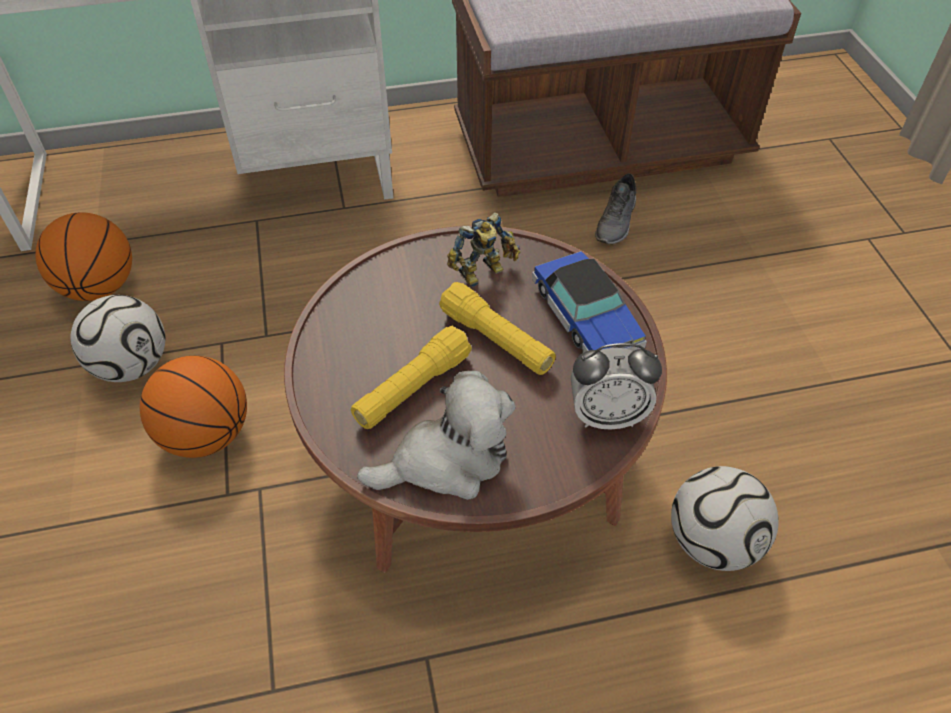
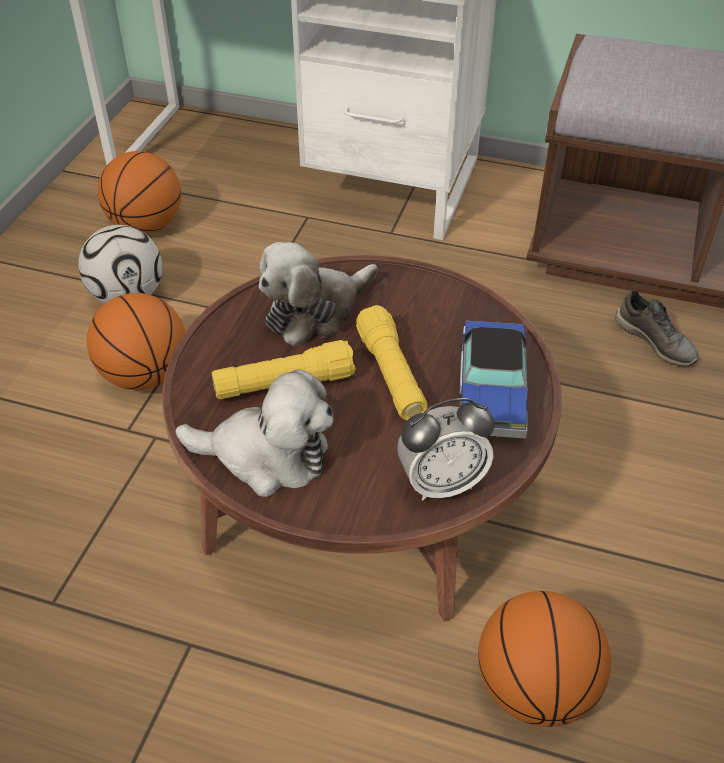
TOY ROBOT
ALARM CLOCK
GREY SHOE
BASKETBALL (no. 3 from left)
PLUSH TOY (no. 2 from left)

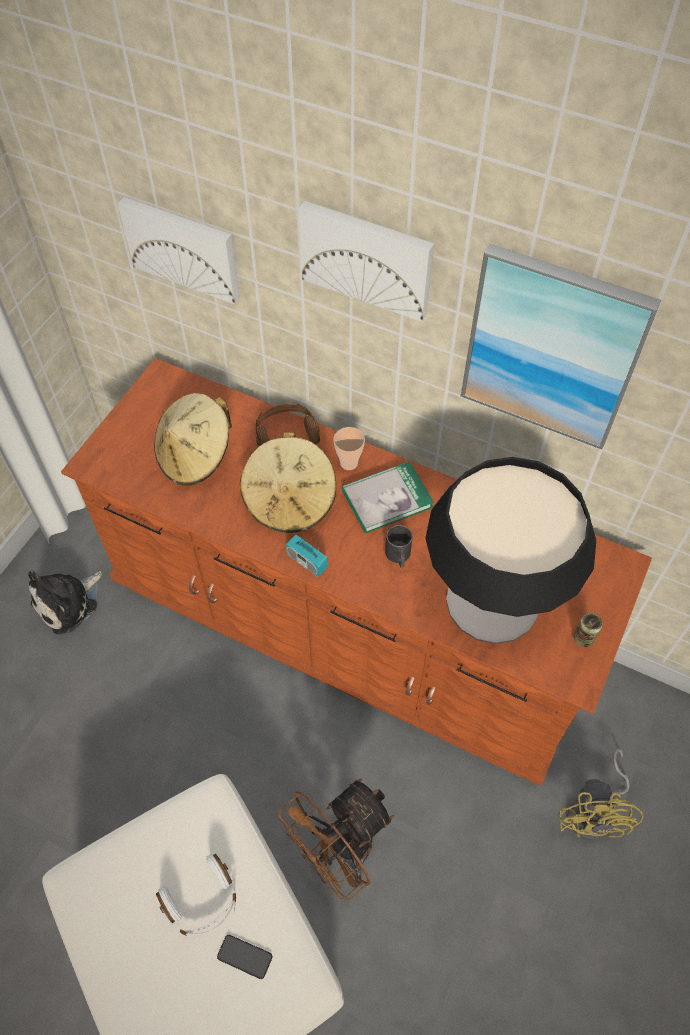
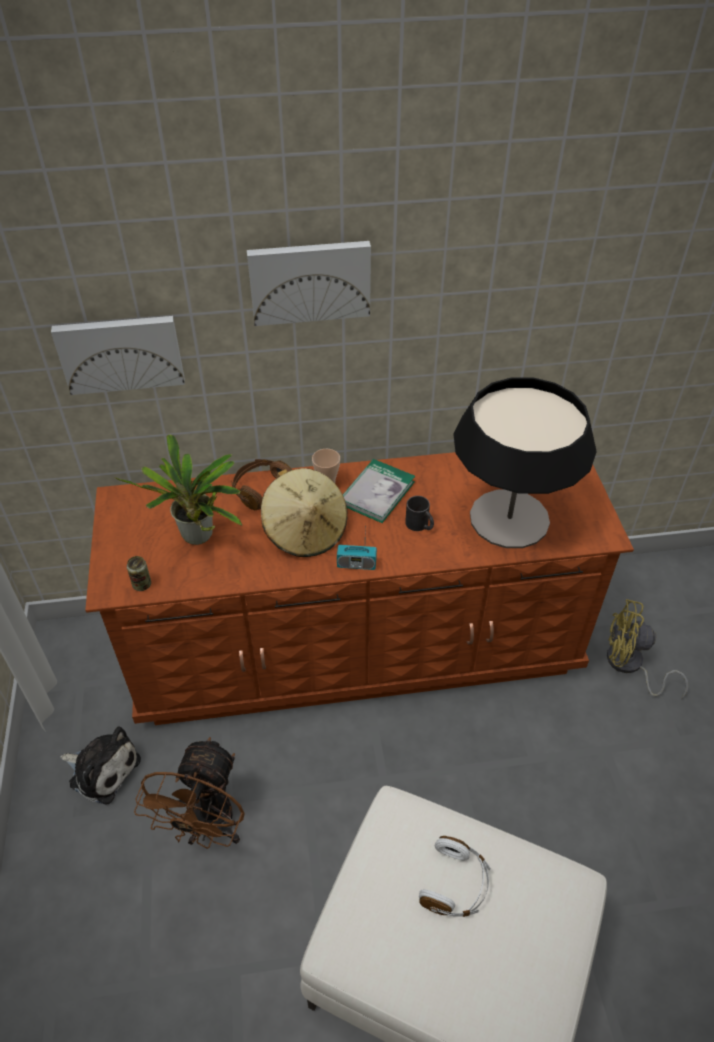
PLUSH TOY
POTTED PLANT
PHONE
BROWN FAN
PICTURE (no. 3 from left in the first image)
YELLOW FAN
CAN

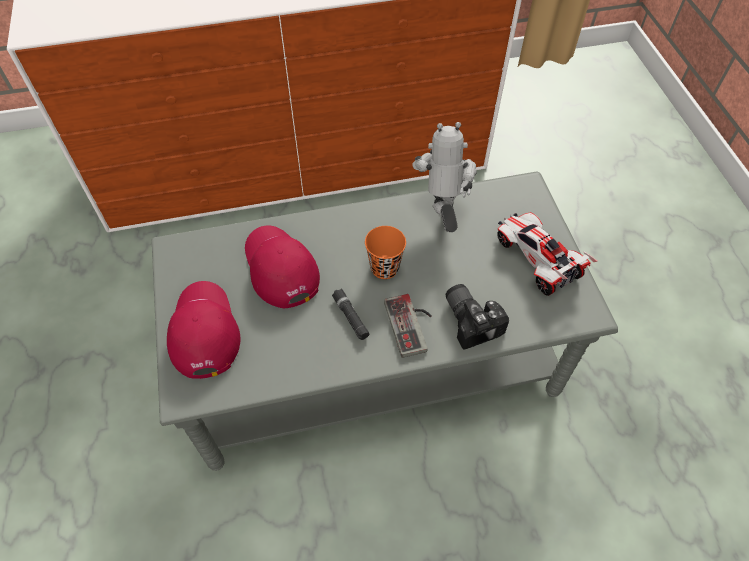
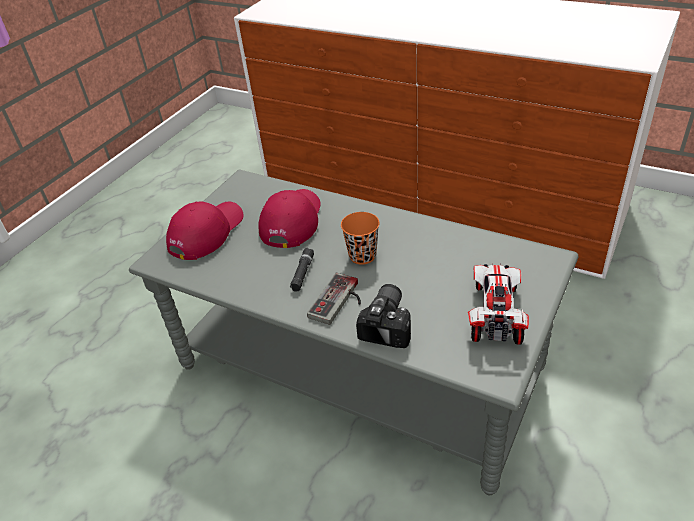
TOY ROBOT

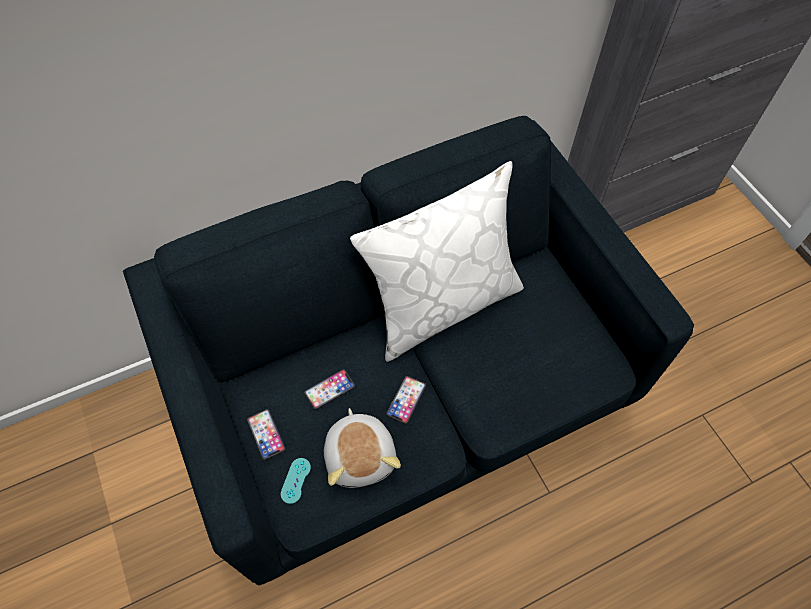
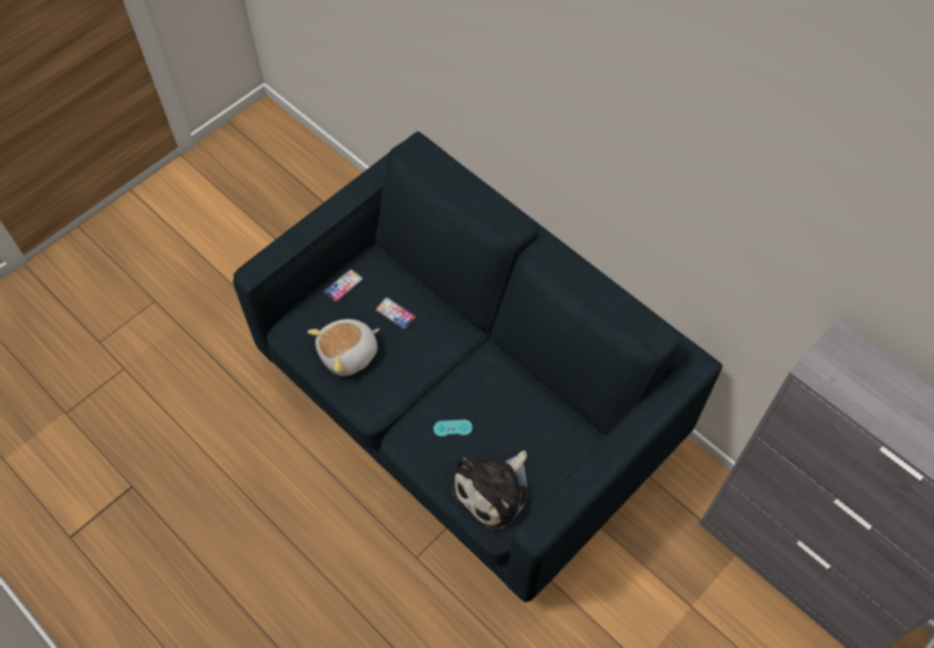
TURQUOISE GAME CONTROLLER
WHITE PILLOW
PHONE (no. 3 from left in the first image)
PLUSH TOY (no. 2 from left)

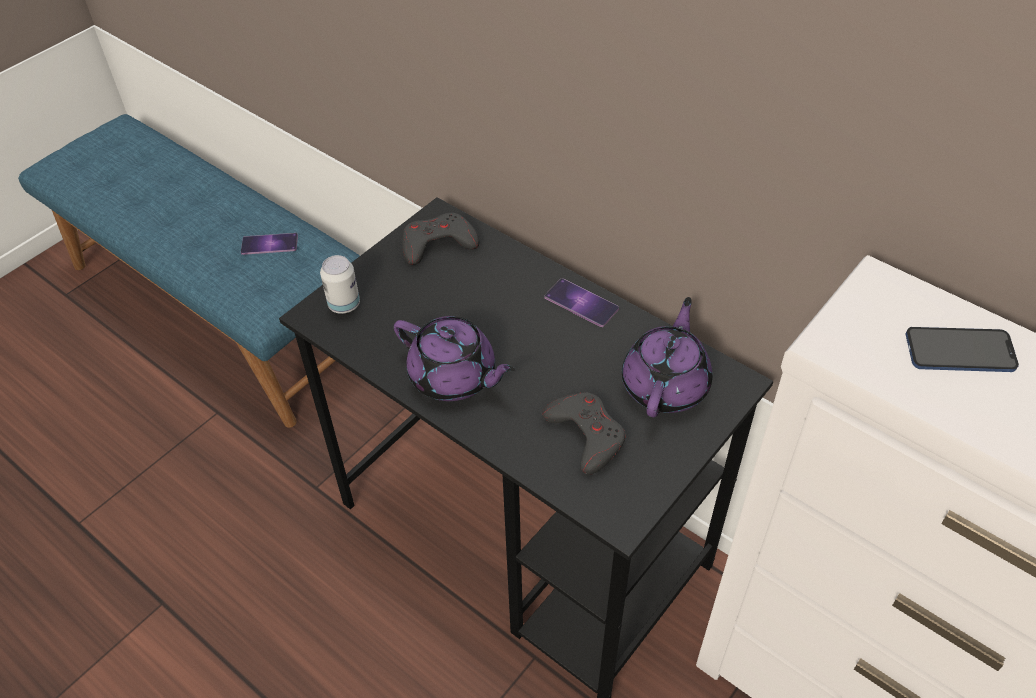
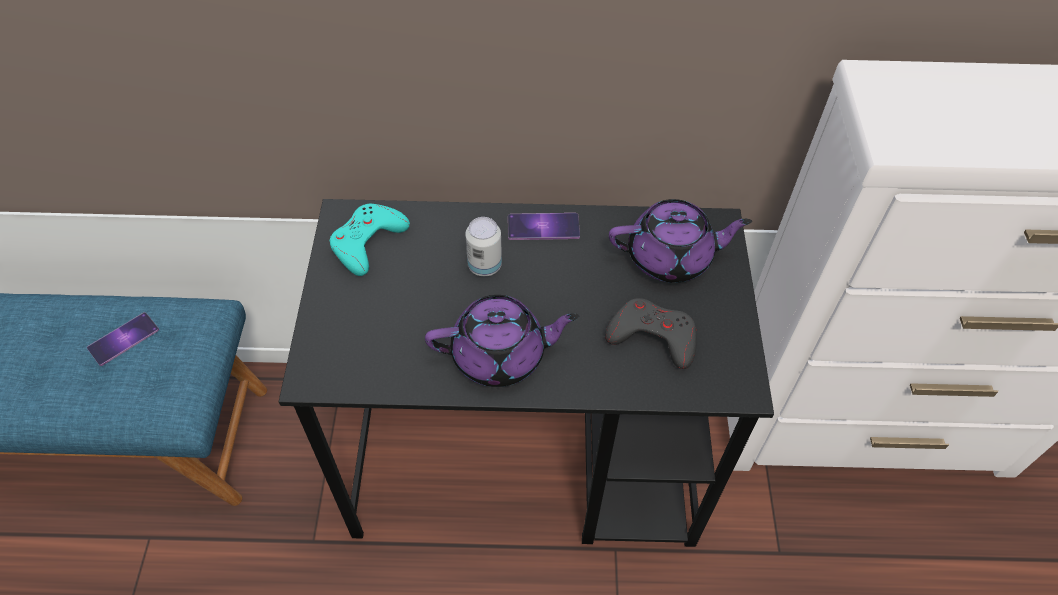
CAN
TURQUOISE GAME CONTROLLER
PURPLE TEAPOT (no. 2 from left)
PHONE (no. 3 from left in the first image)

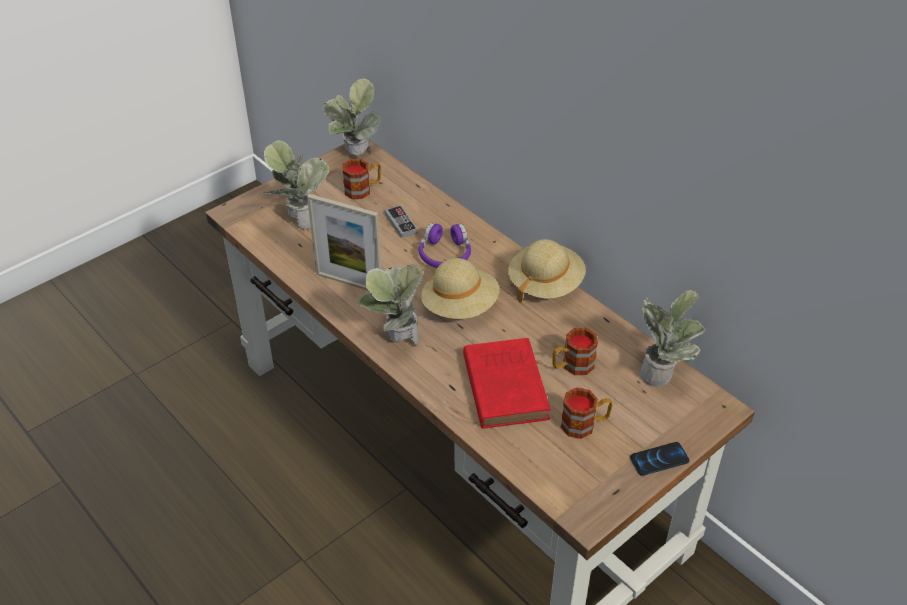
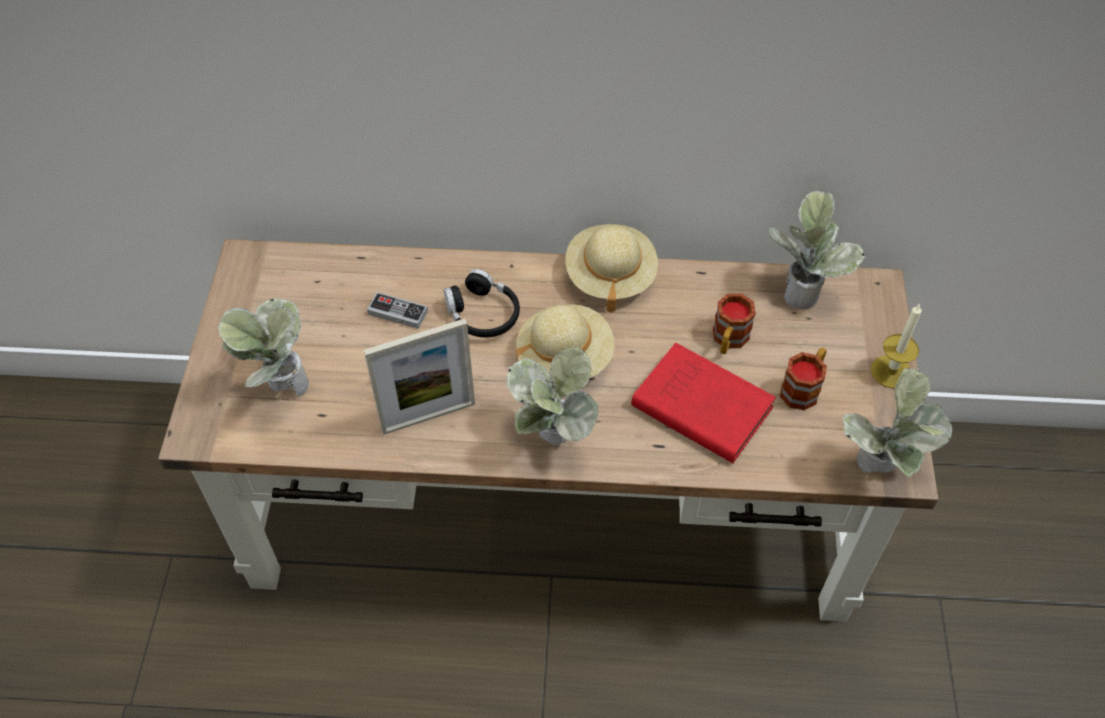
POTTED PLANT (no. 4 from left)
MUG (no. 1 from left in the first image)
BLACK HEADPHONES
CANDLE

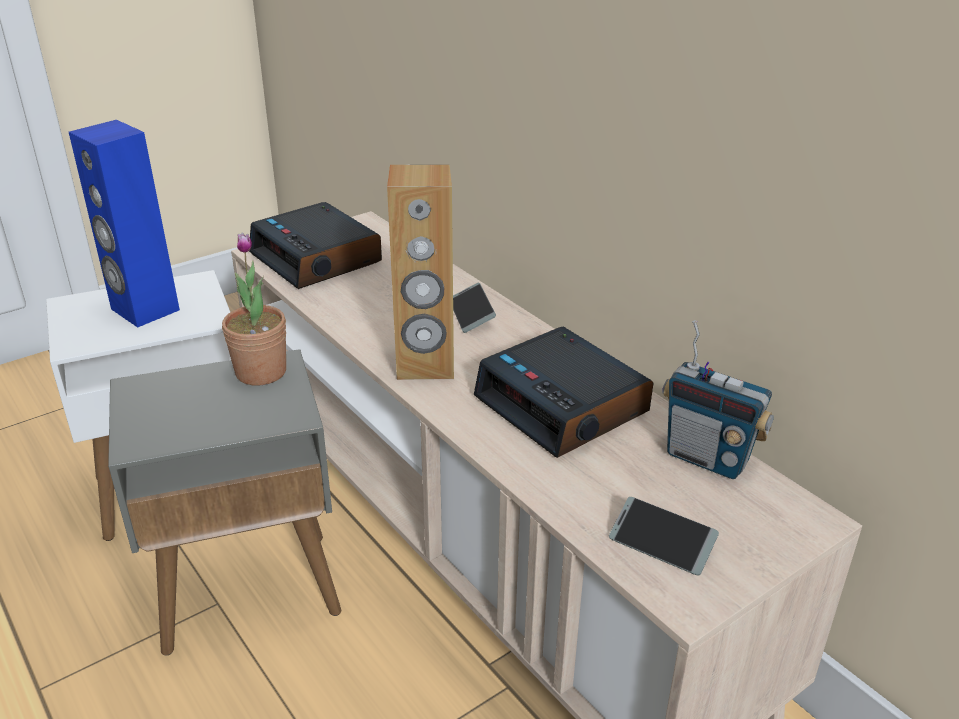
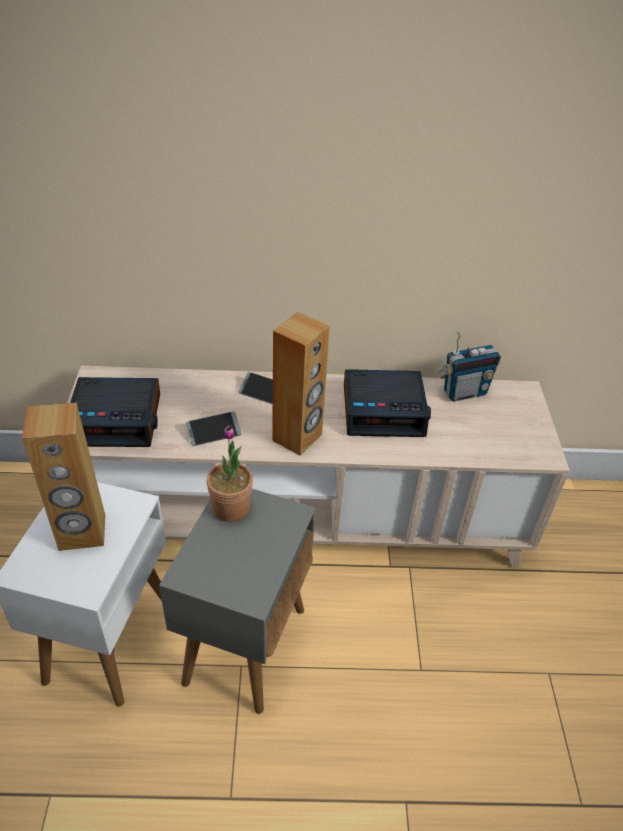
BROWN SPEAKER (no. 1 from left)
PHONE (no. 1 from left)

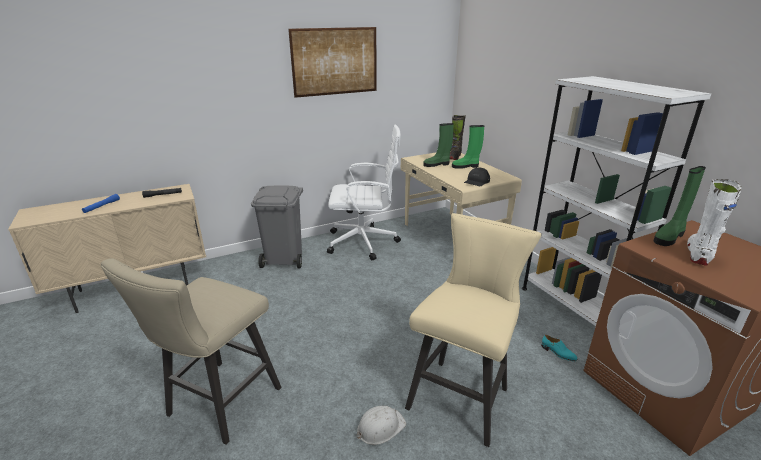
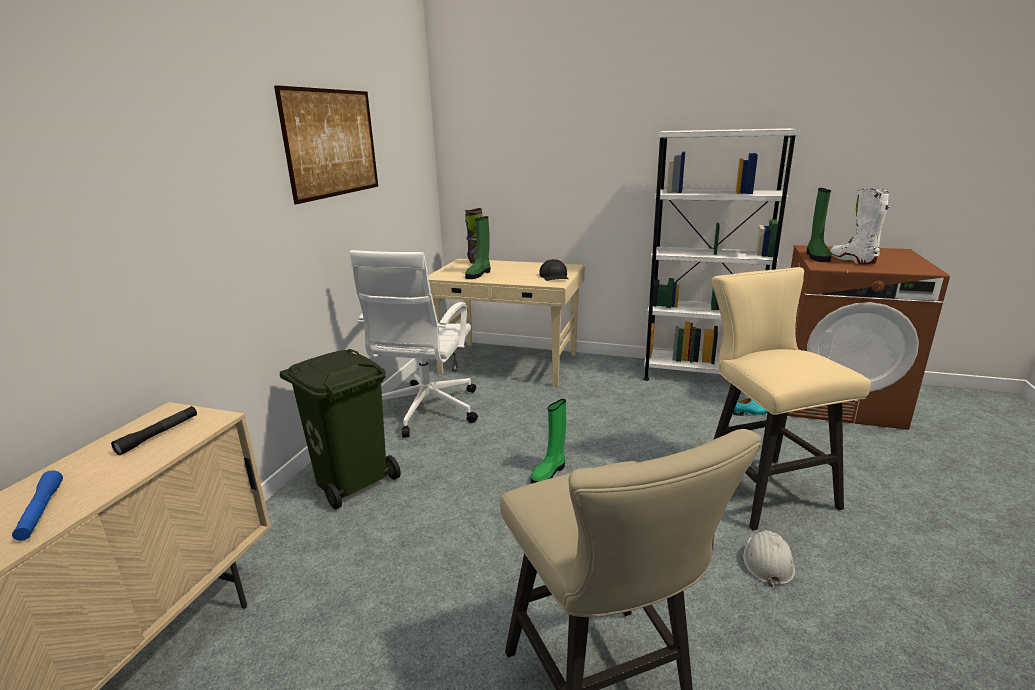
GREEN TRASH CAN
WHITE OFFICE CHAIR
GREEN BOOT (no. 2 from left)

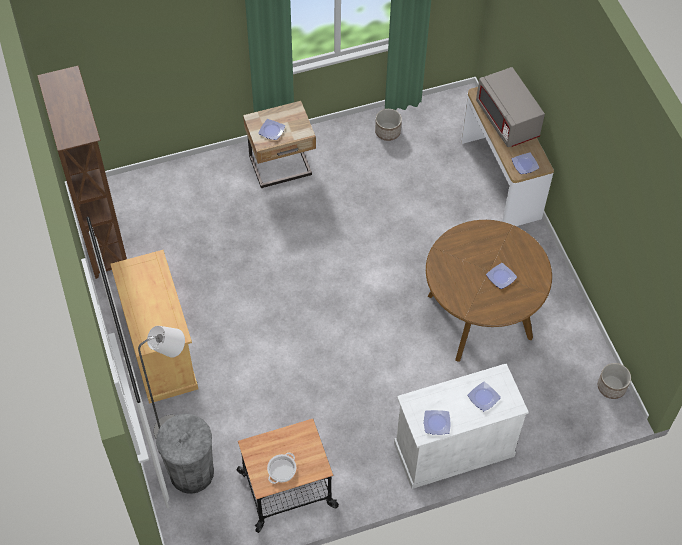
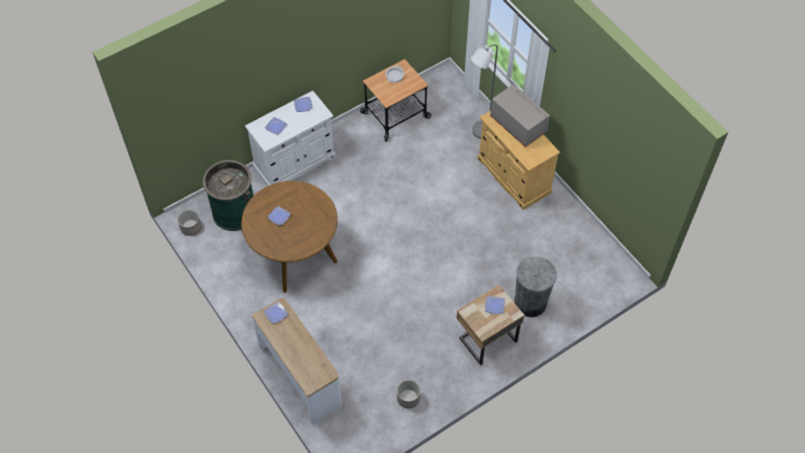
BROWN BOOKCASE
GREY TRASH CAN
GREY MICROWAVE
GREEN TRASH CAN

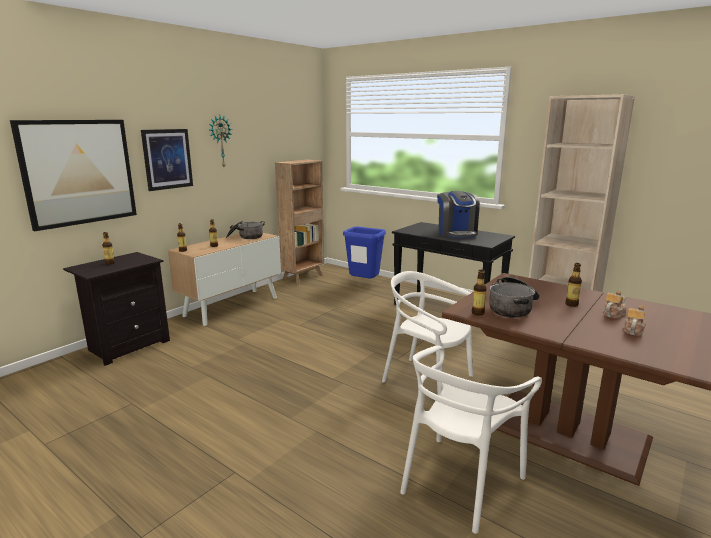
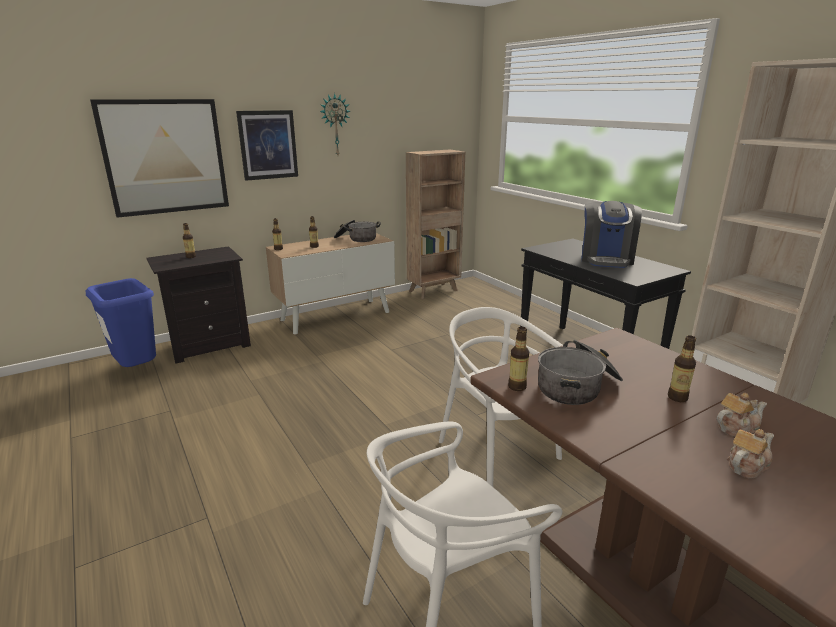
BLUE TRASH CAN

